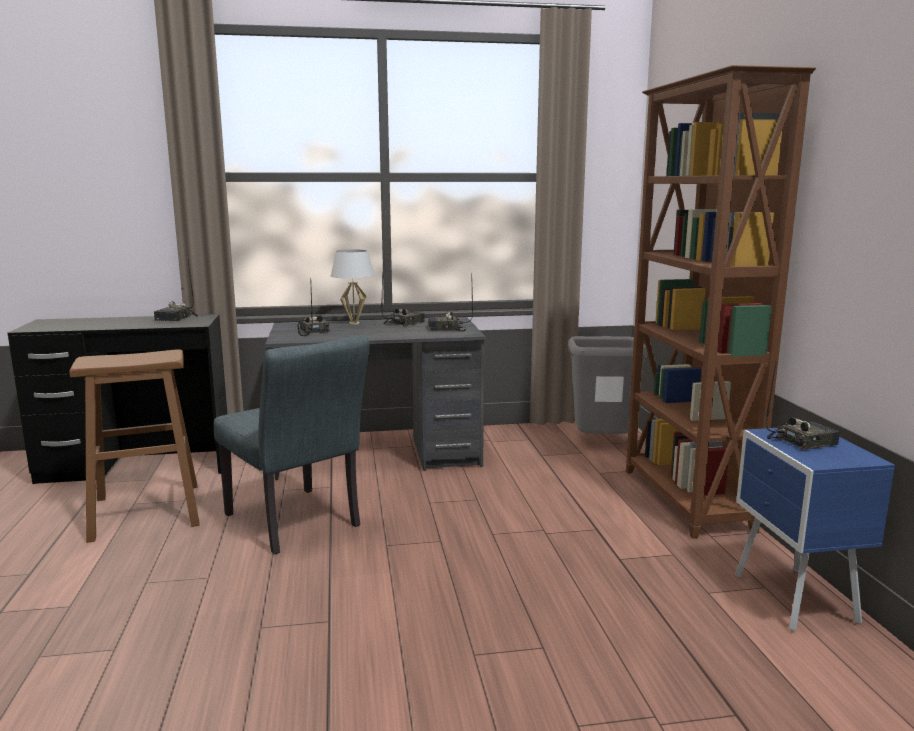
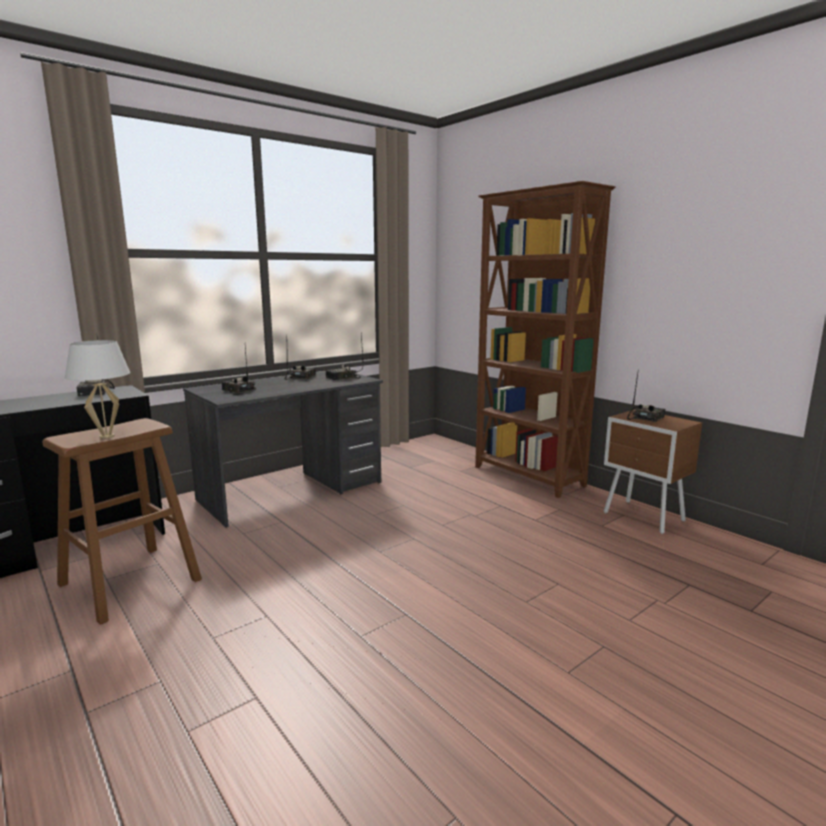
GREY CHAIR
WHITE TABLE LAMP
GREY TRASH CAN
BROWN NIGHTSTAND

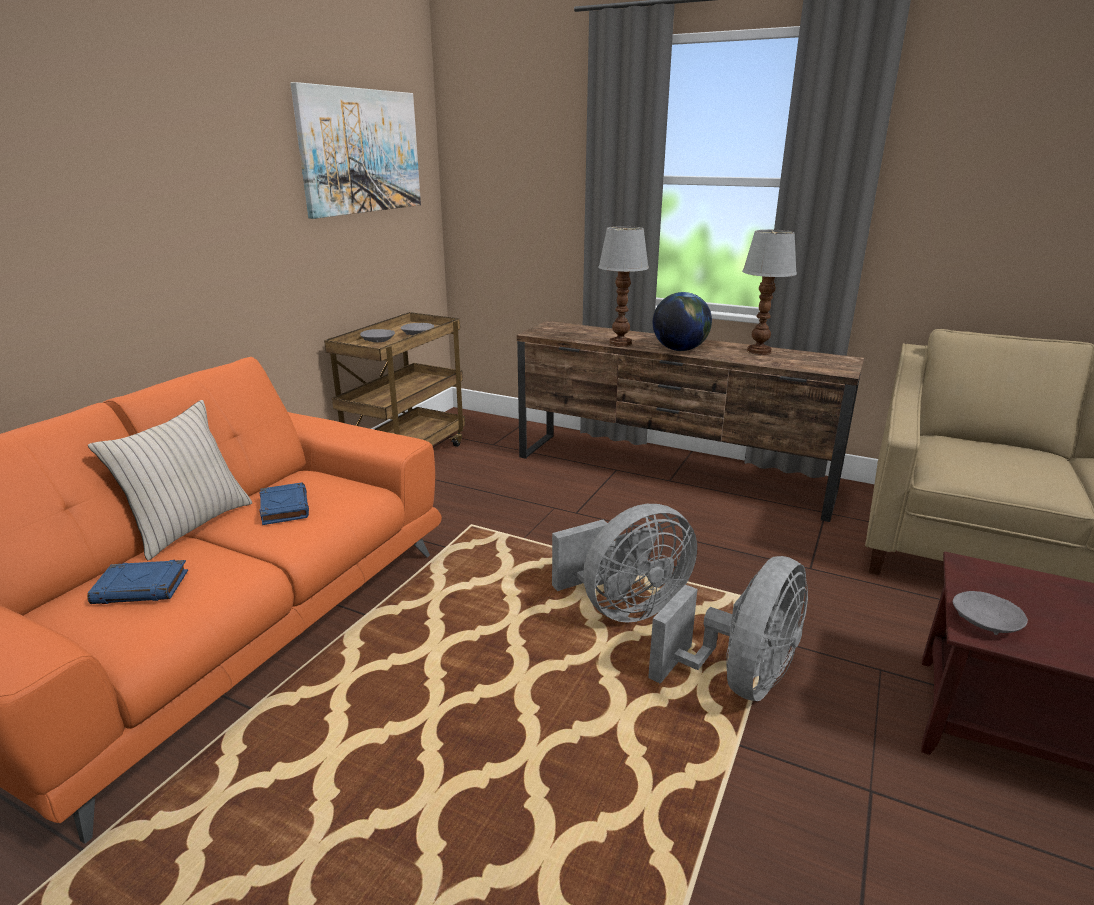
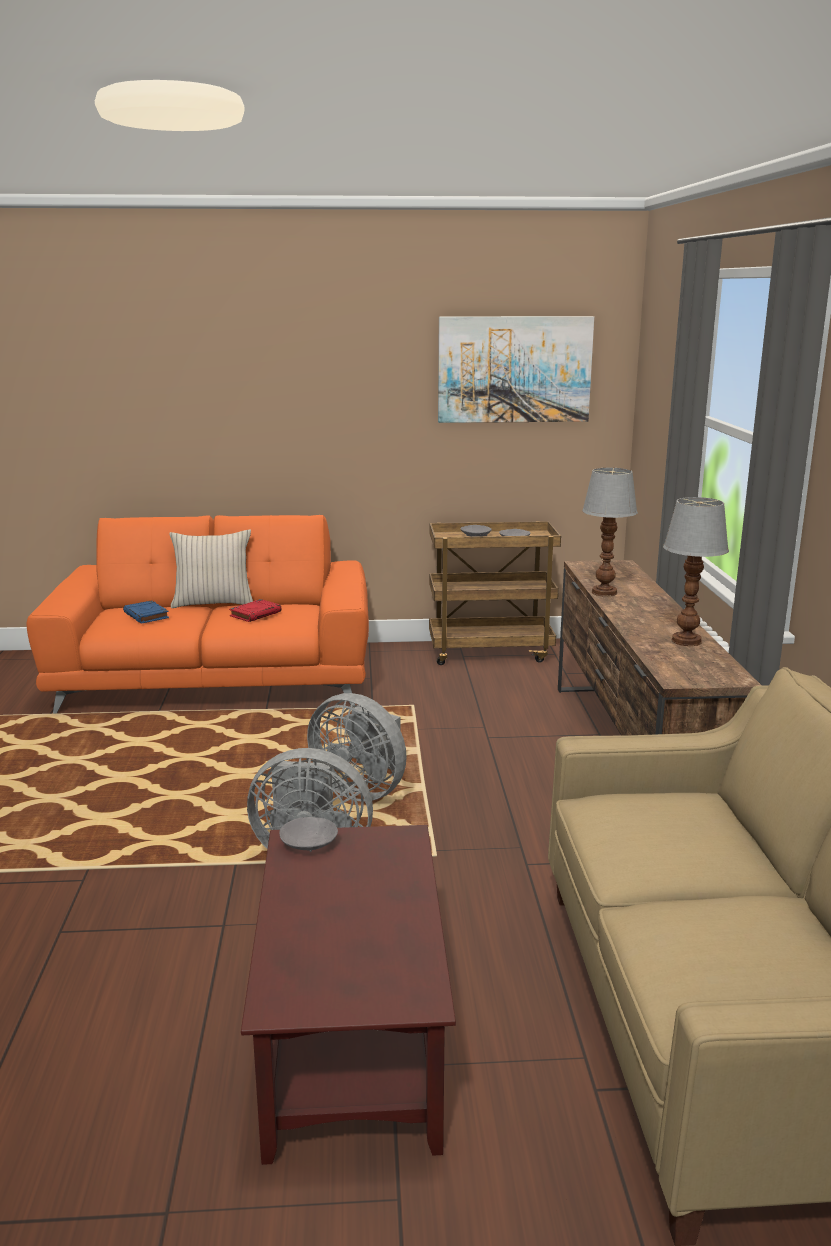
RED BOOK
GLOBE

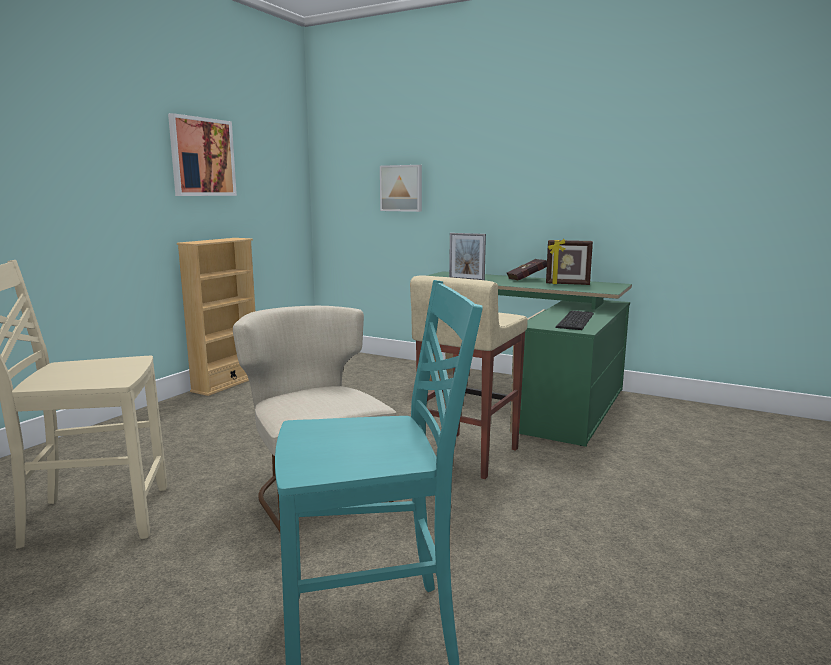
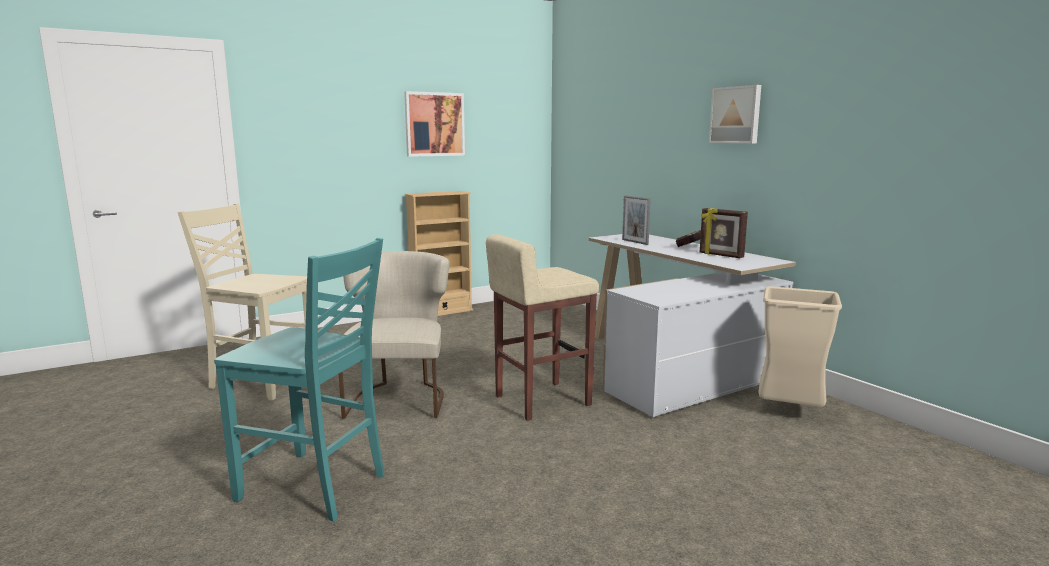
PICTURE (no. 2 from left)
WHITE DESK
KEYBOARD
BEIGE TRASH CAN

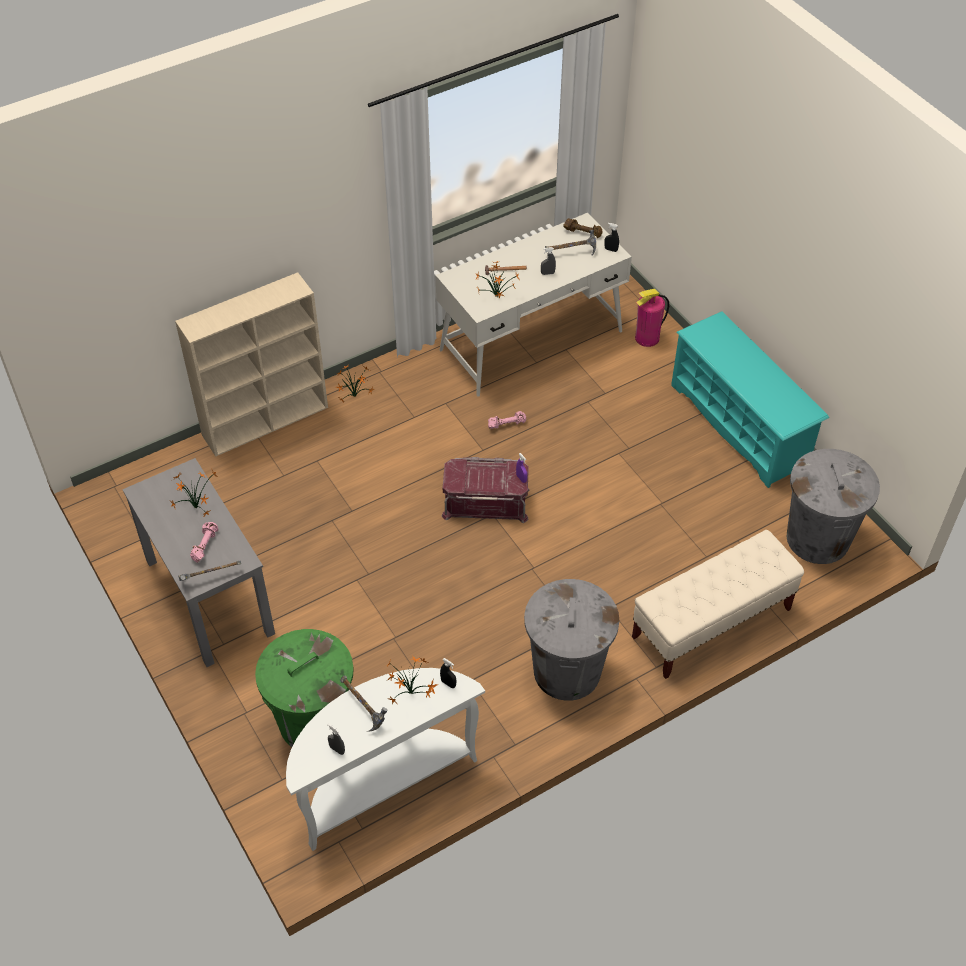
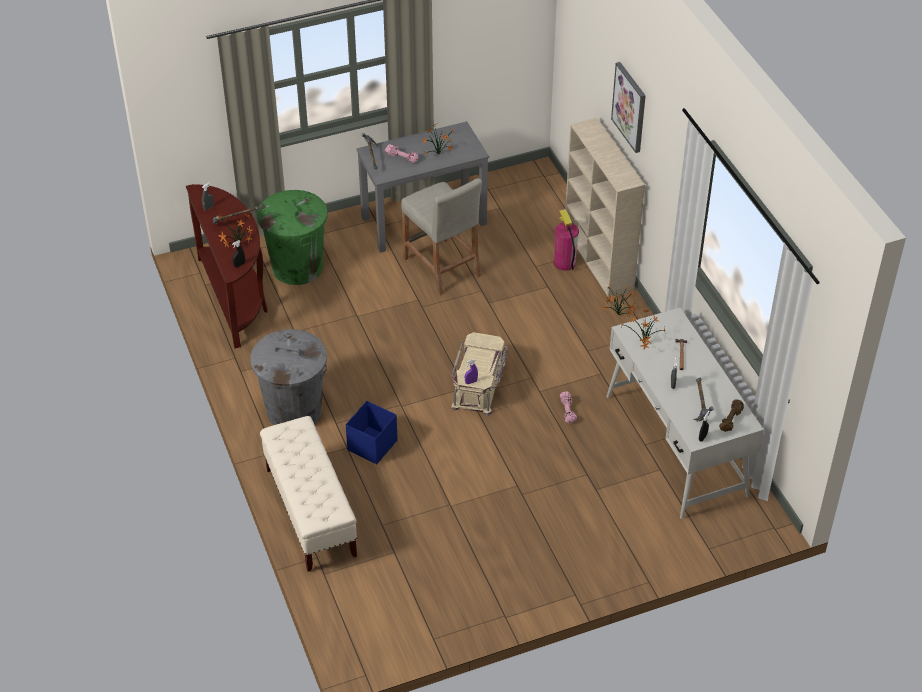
BROWN CONSOLE TABLE
BEIGE STORAGE BOX
FIRE EXTINGUISHER
TURQUOISE SHOE RACK
GREY TRASH CAN (no. 2 from left in the first image)
BLUE STORAGE BOX
BEIGE STOOL
PICTURE

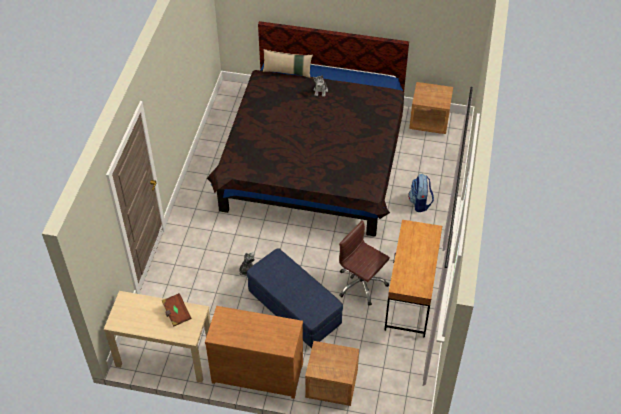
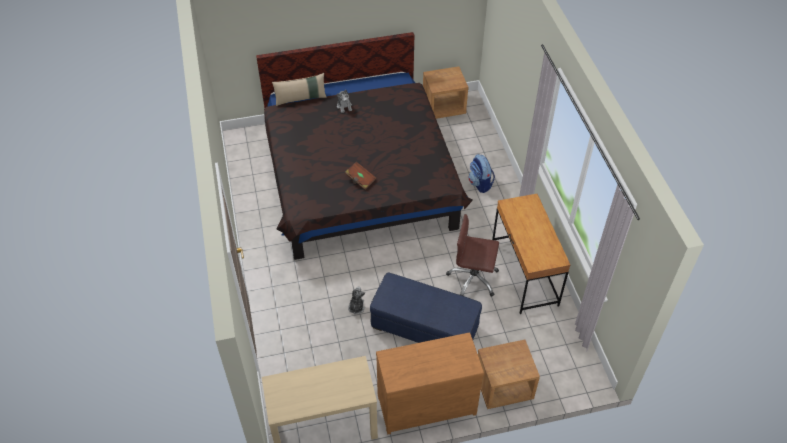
BROWN BOOK

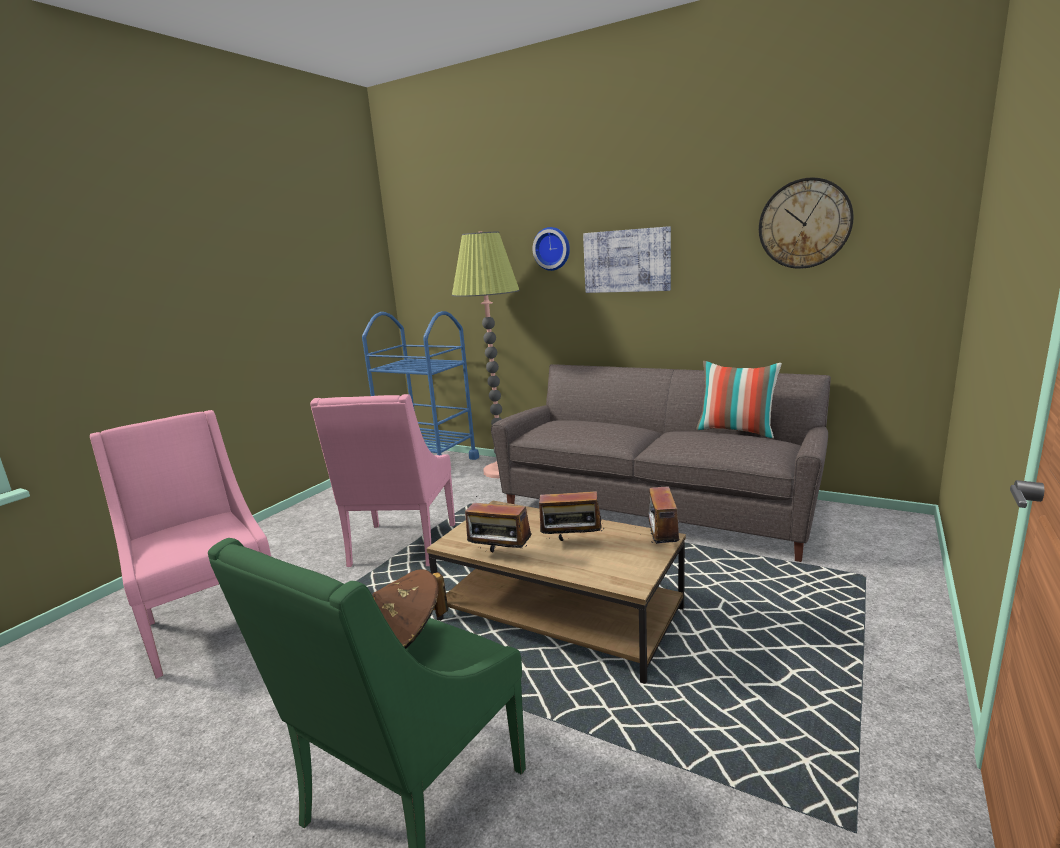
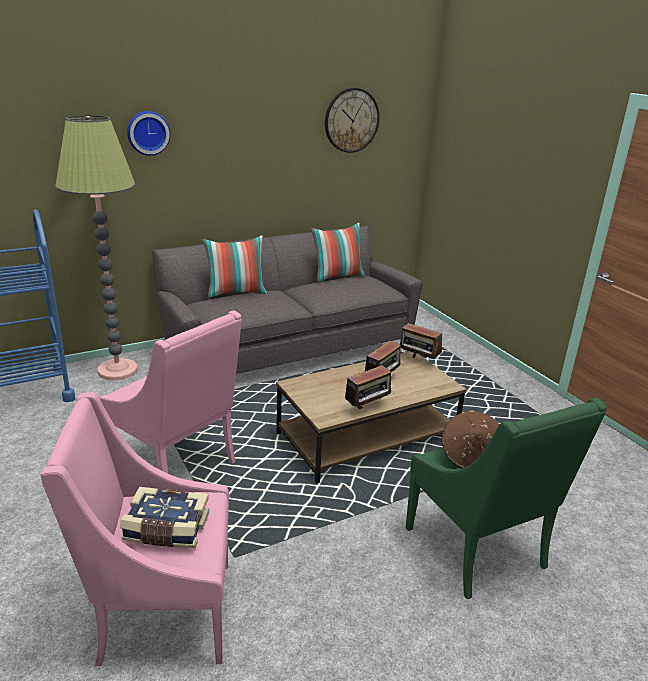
PICTURE
BOOK
PILLOW (no. 1 from left)

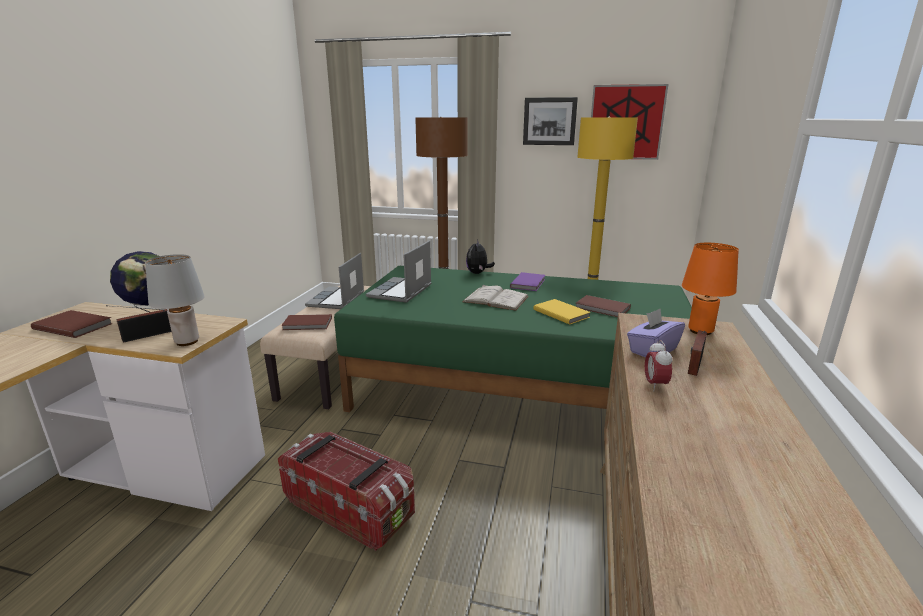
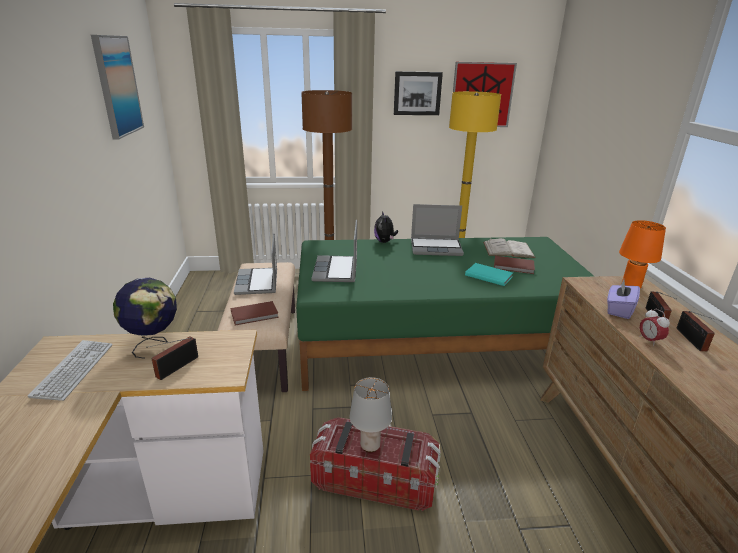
KEYBOARD
GREY TABLE LAMP
WHITE BOOK
LAPTOP (no. 3 from left)
TURQUOISE BOOK
PICTURE (no. 1 from left)
RADIO (no. 3 from left)

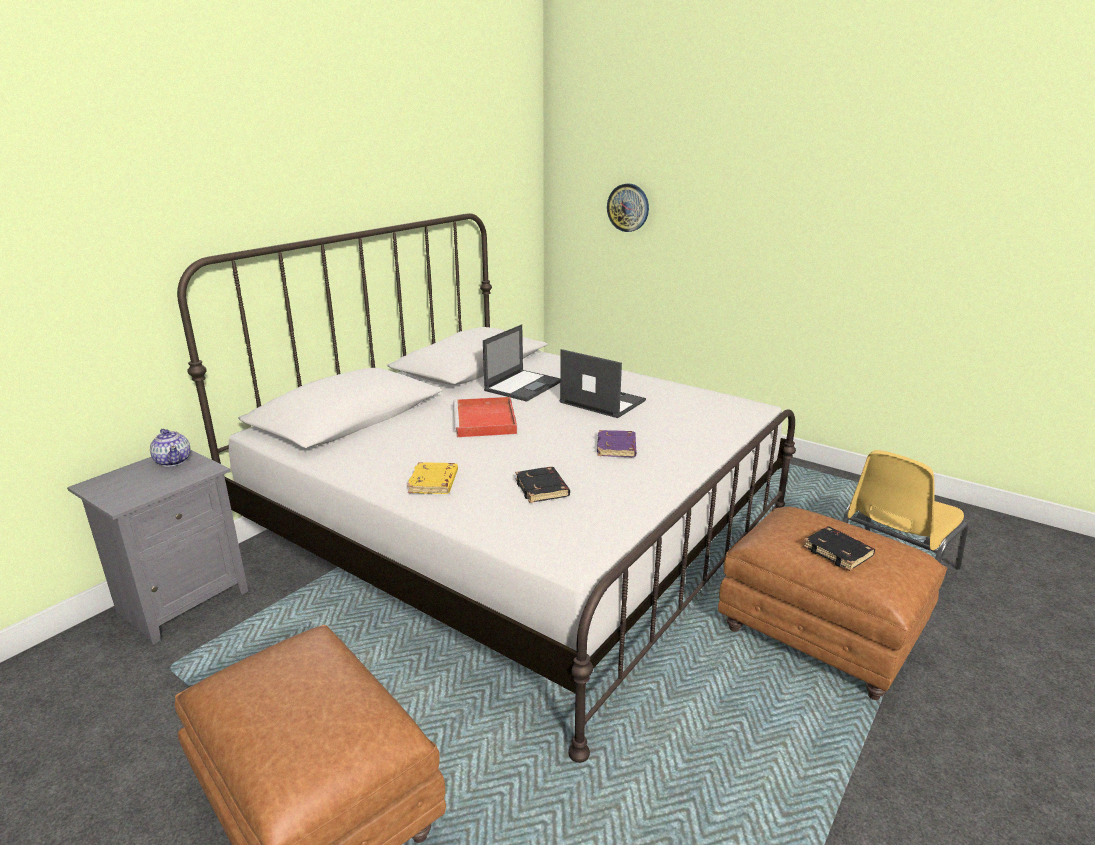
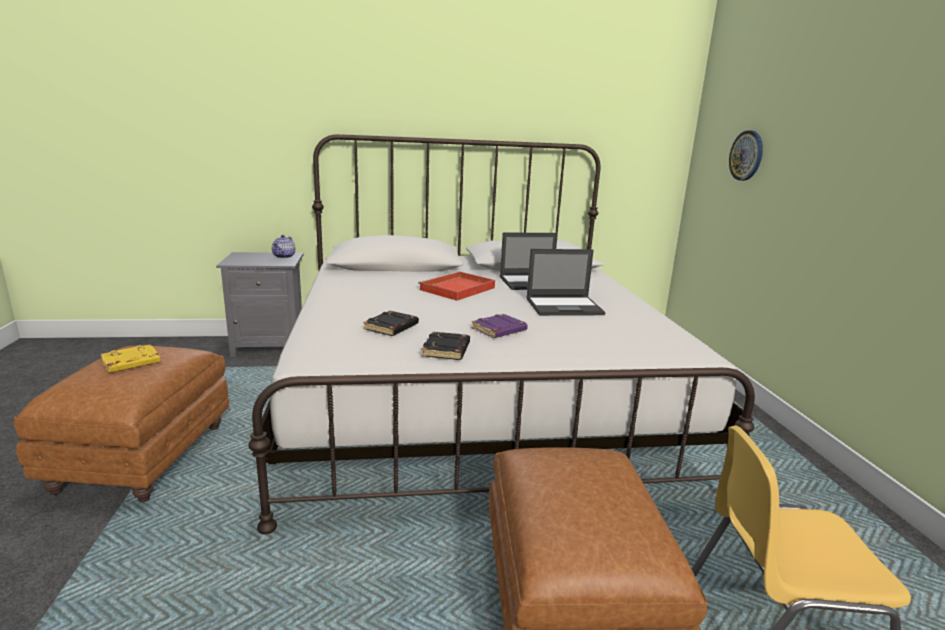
YELLOW BOOK
LAPTOP (no. 2 from left)
BLACK BOOK (no. 2 from left)

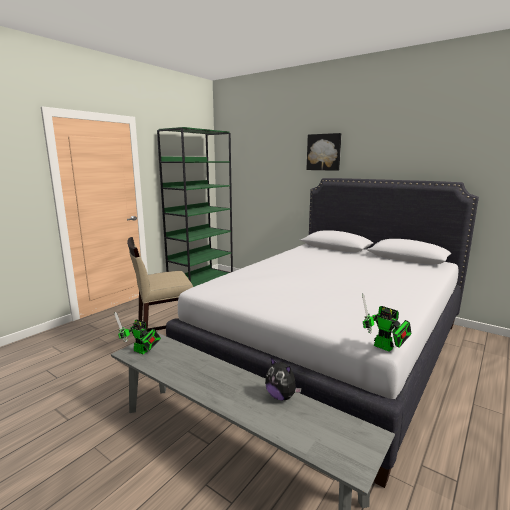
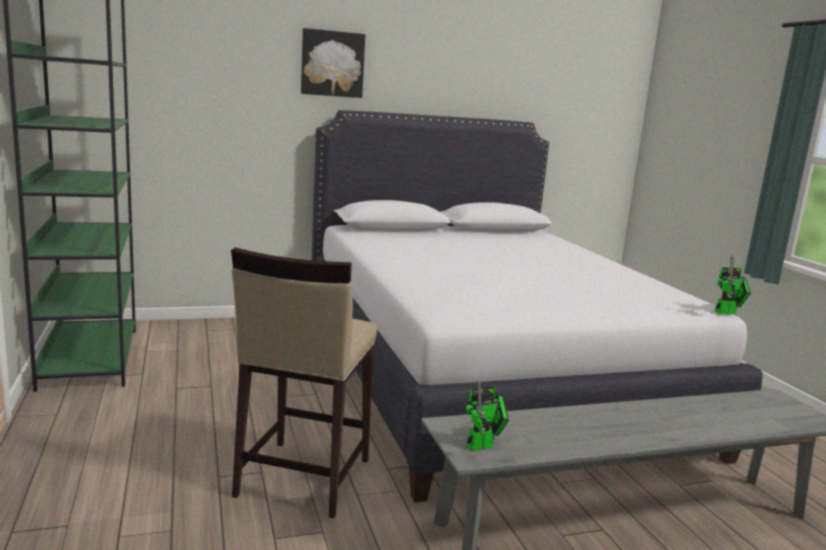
PLUSH TOY

